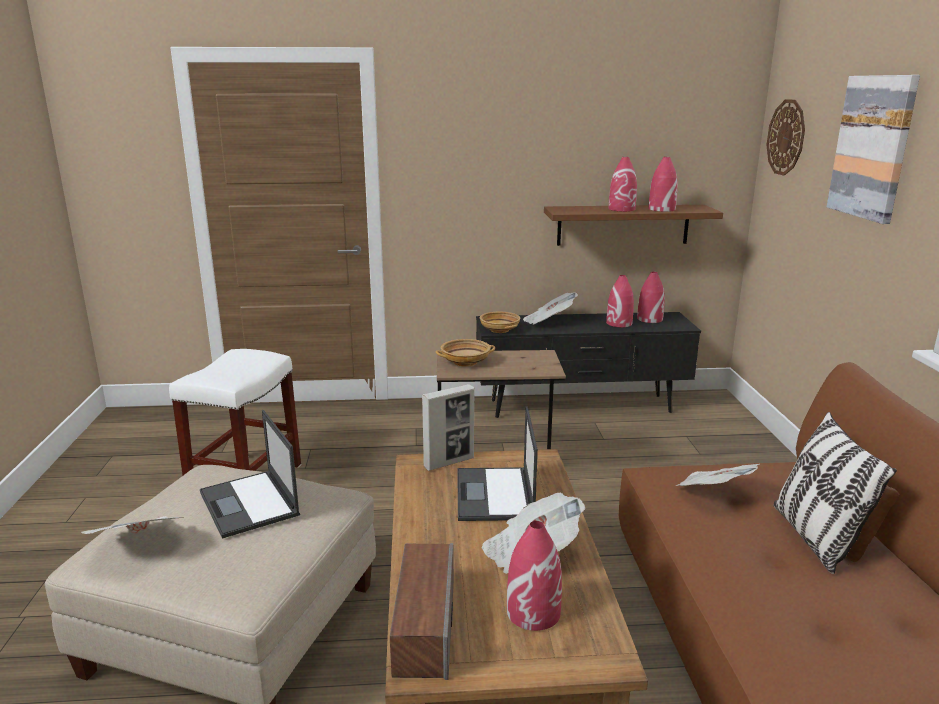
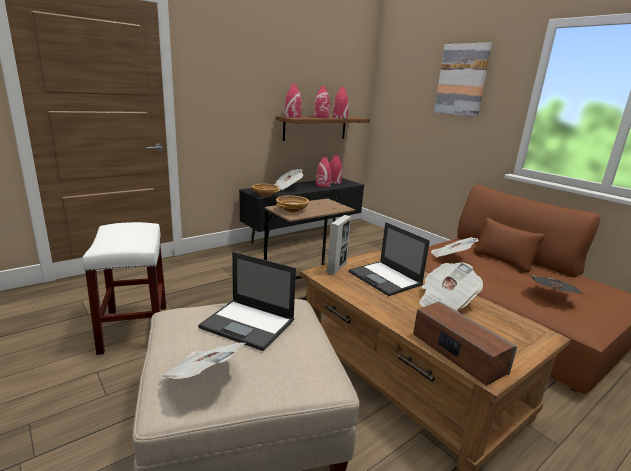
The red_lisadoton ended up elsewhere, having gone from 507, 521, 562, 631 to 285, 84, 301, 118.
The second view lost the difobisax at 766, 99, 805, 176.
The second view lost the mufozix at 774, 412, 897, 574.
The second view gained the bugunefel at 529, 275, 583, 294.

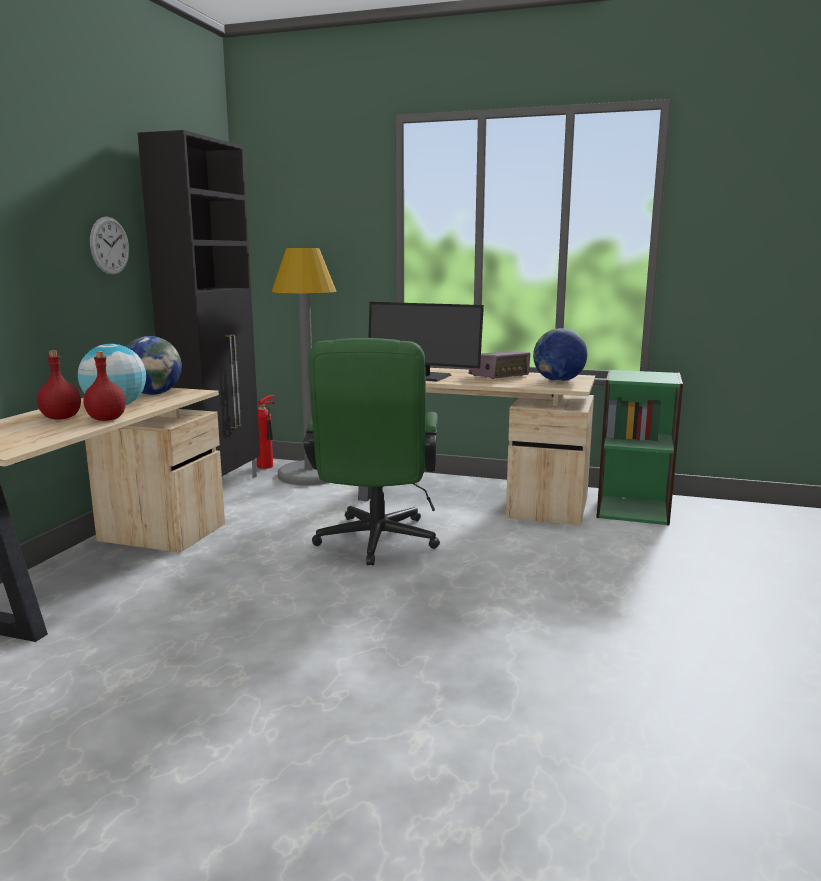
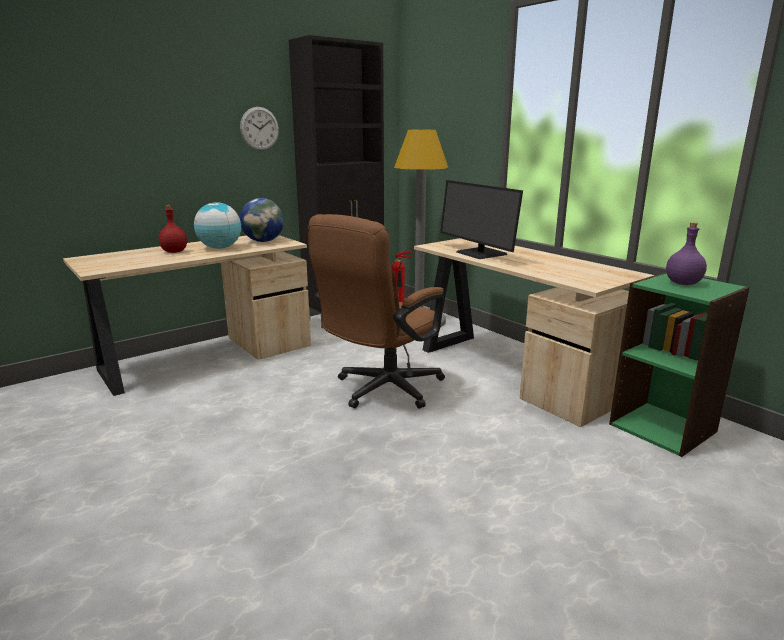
The second view lost the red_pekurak at 84, 351, 126, 421.
What was the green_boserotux at 304, 338, 440, 566 turned into the brown_boserotux at 308, 214, 445, 409.
The second view lost the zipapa at 469, 352, 530, 379.
The second view lost the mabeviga at 533, 328, 587, 382.
The second view gained the purple_pekurak at 666, 222, 707, 285.

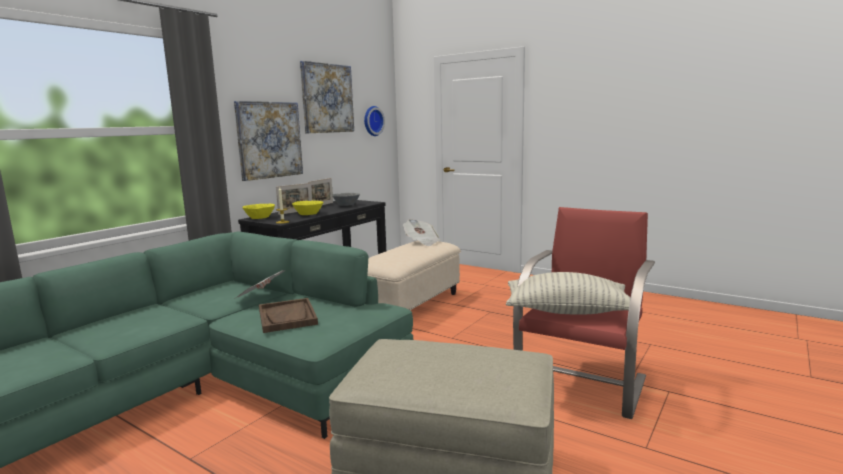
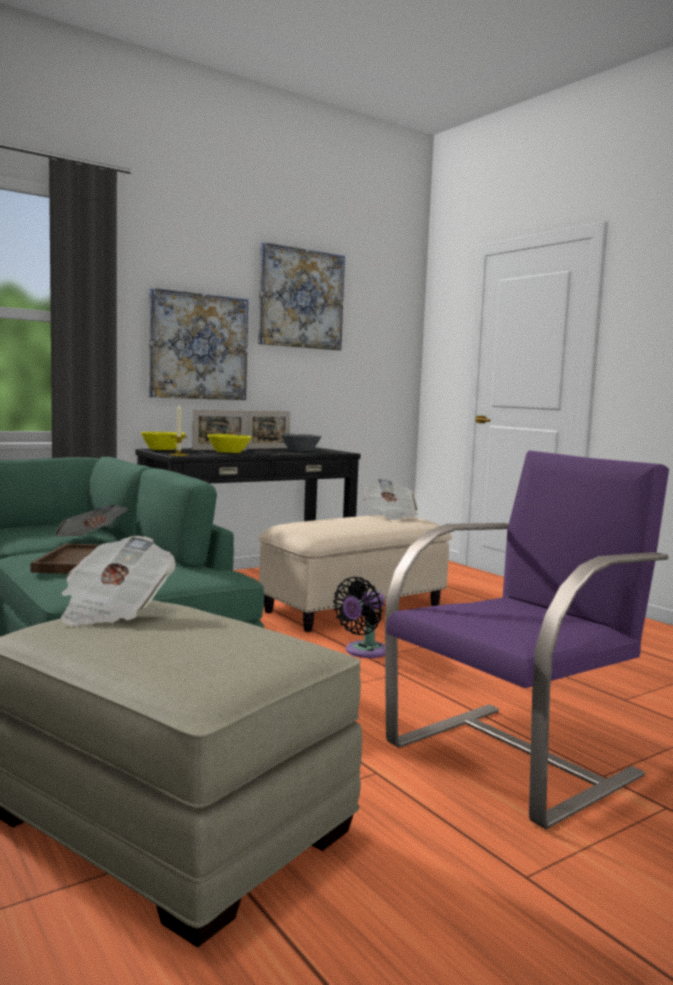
The second view lost the difobisax at 364, 106, 385, 136.
The second view lost the mufozix at 506, 272, 631, 315.
What was the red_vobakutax at 513, 207, 655, 419 turned into the purple_vobakutax at 385, 450, 669, 829.
The second view gained the bugunefel at 60, 536, 176, 626.
The second view gained the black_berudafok at 333, 577, 385, 658.

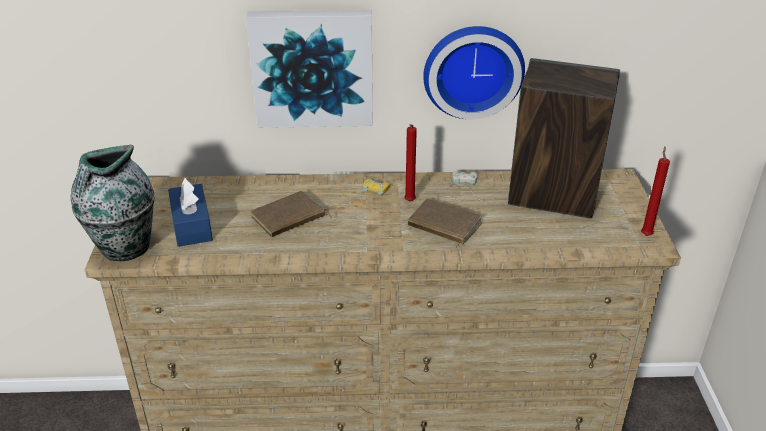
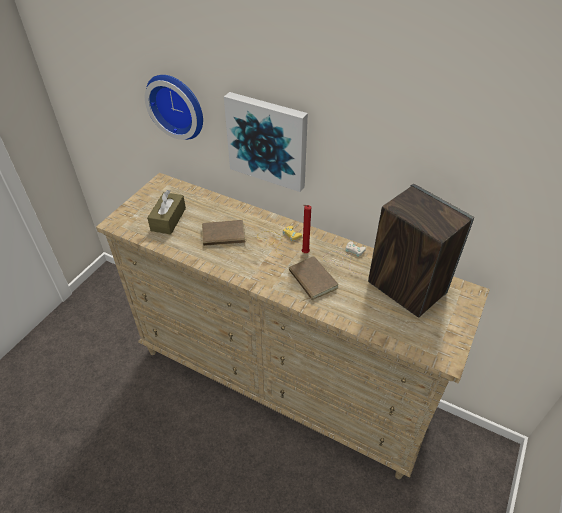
The second view lost the lisadoton at 71, 145, 154, 261.
What was the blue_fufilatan at 168, 178, 213, 247 turned into the brown_fufilatan at 147, 190, 186, 234.
The difobisax ended up elsewhere, having gone from 423, 26, 525, 119 to 145, 75, 203, 140.
The second view lost the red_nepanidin at 641, 146, 670, 236.

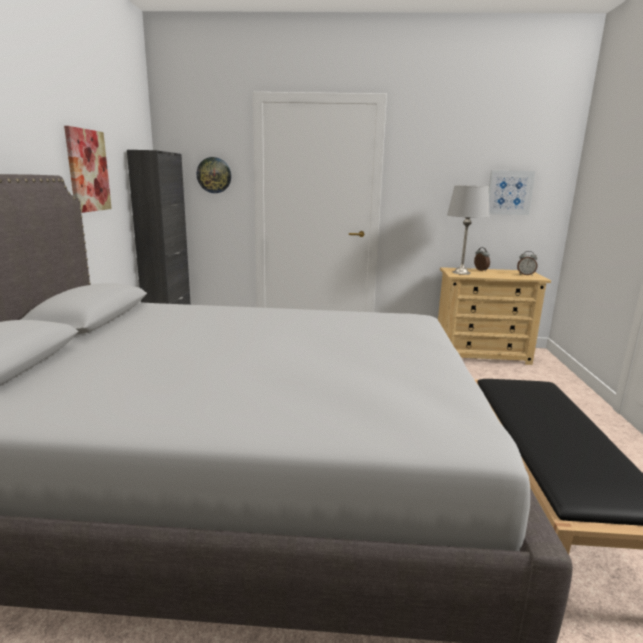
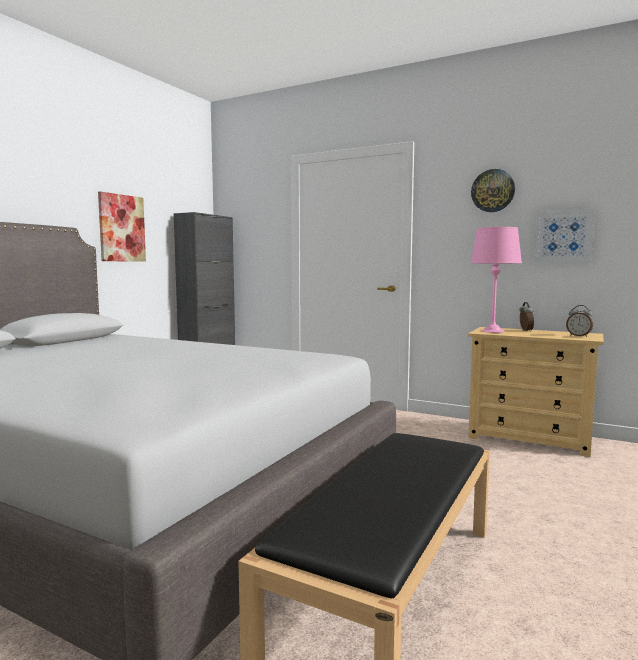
The difobisax ended up elsewhere, having gone from 197, 157, 231, 193 to 471, 169, 515, 212.
What was the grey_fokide at 447, 185, 490, 275 turned into the pink_fokide at 470, 227, 522, 333.

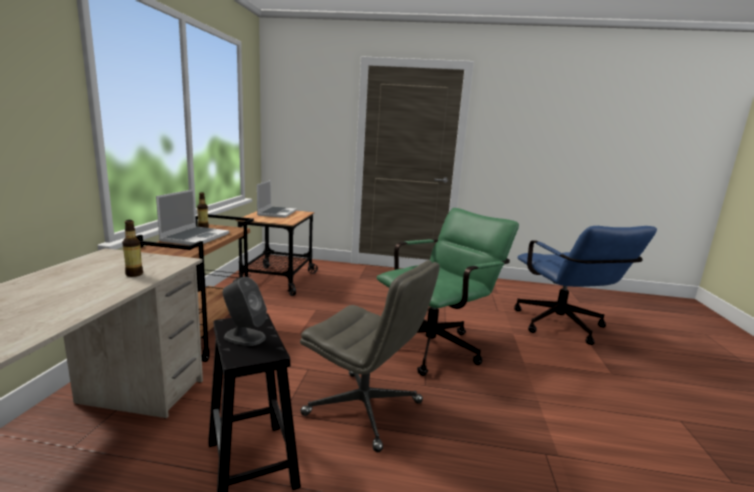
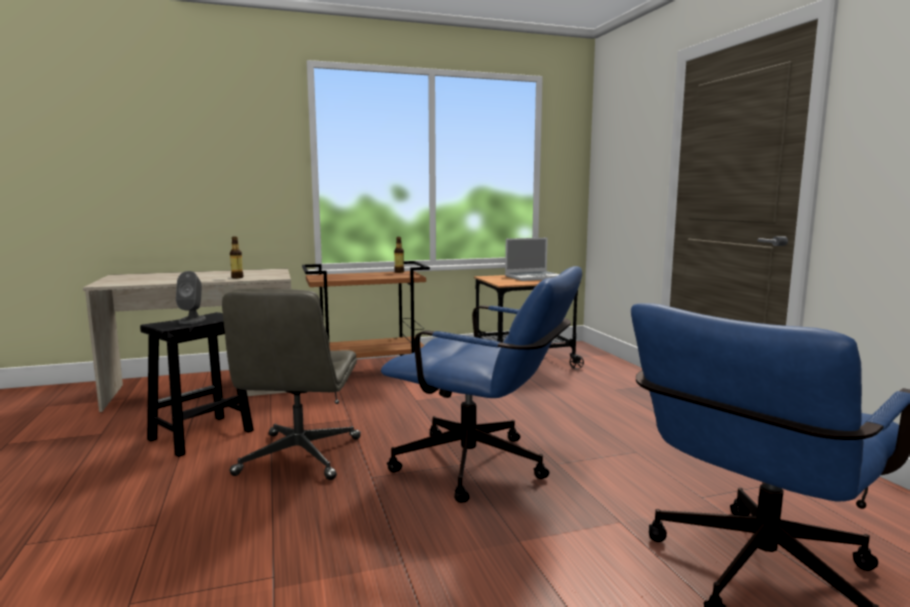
The second view lost the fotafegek at 156, 189, 229, 245.
What was the green_boserotux at 377, 208, 519, 376 turned into the blue_boserotux at 381, 266, 582, 503.

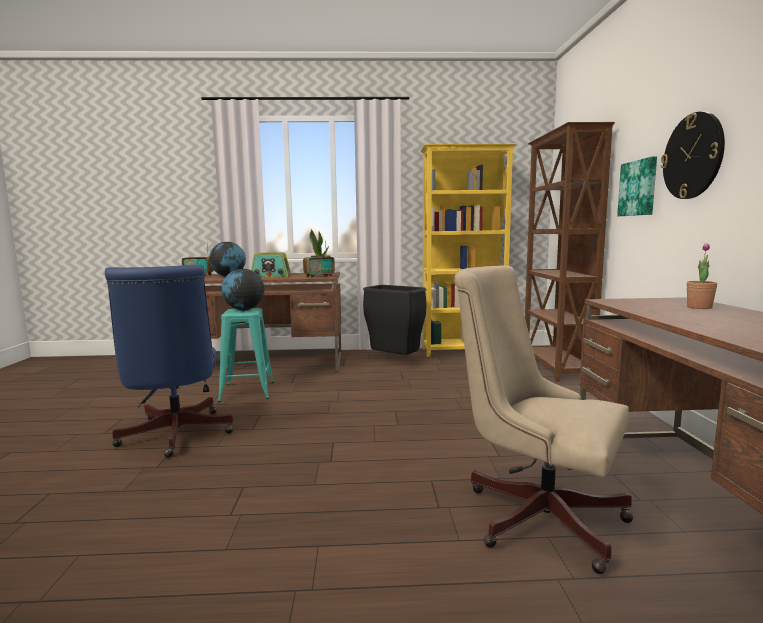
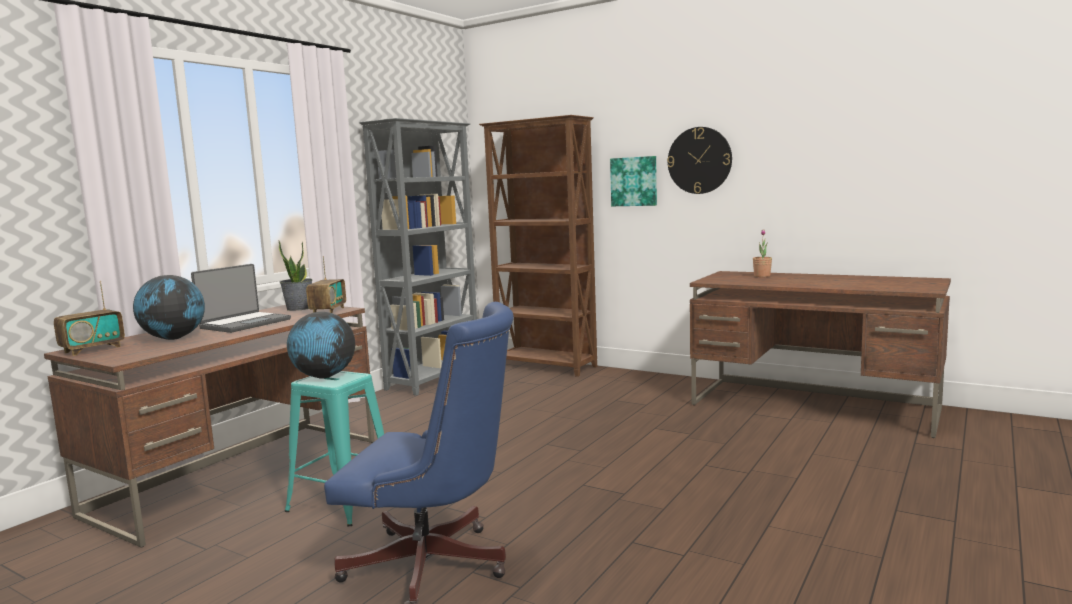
Where the zipapa stood at 251, 252, 291, 277, the fotafegek came to stand at 191, 264, 291, 333.
The second view lost the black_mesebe at 363, 285, 427, 355.
What was the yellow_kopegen at 420, 144, 517, 357 turned into the grey_kopegen at 359, 118, 477, 396.
The second view lost the beige_boserotux at 454, 265, 633, 574.

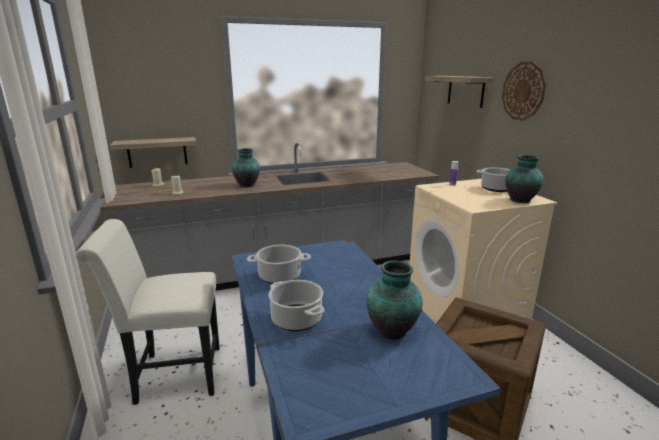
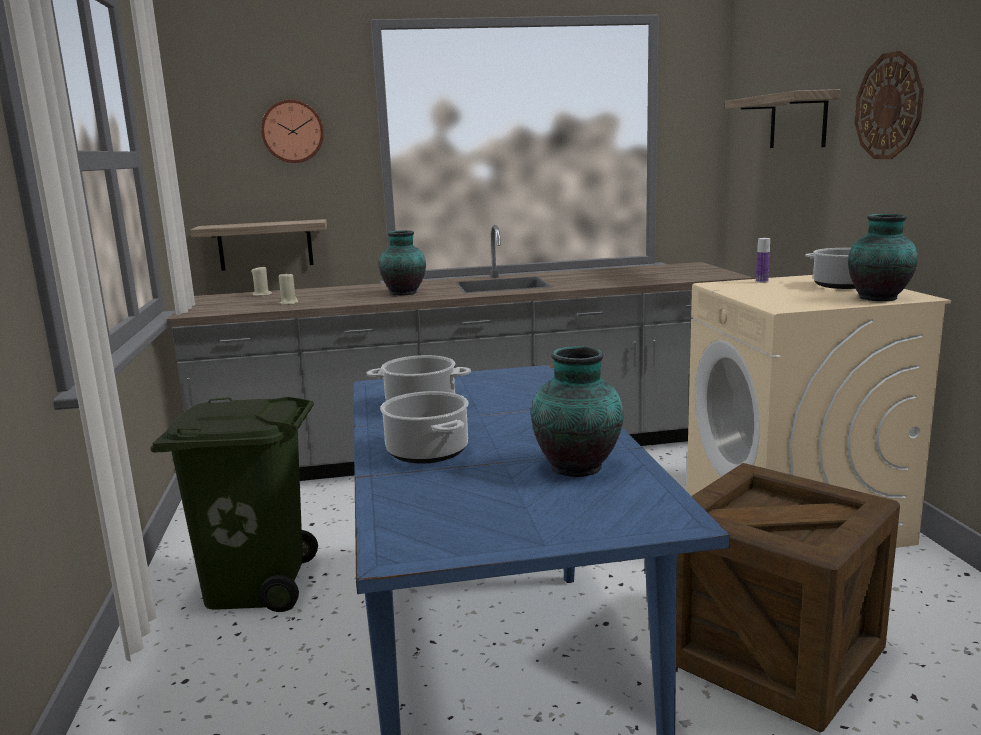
Where the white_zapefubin stood at 76, 219, 220, 405, the green_mesebe came to stand at 150, 397, 318, 612.
The second view gained the difobisax at 261, 100, 324, 163.

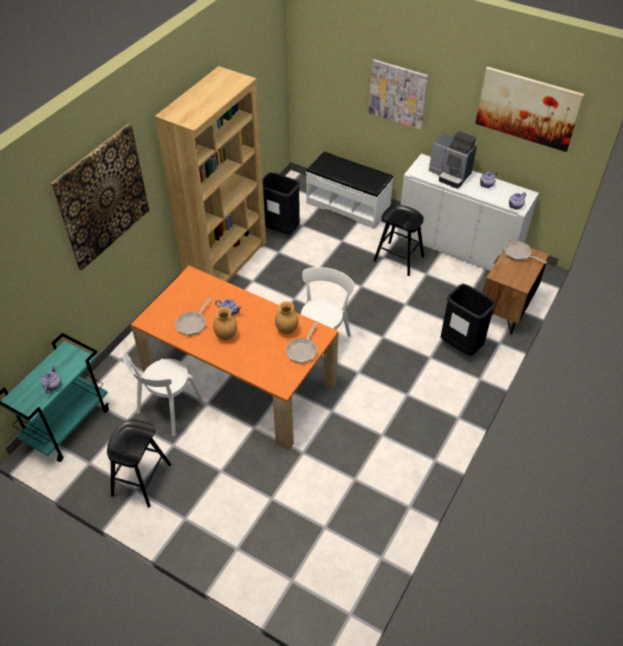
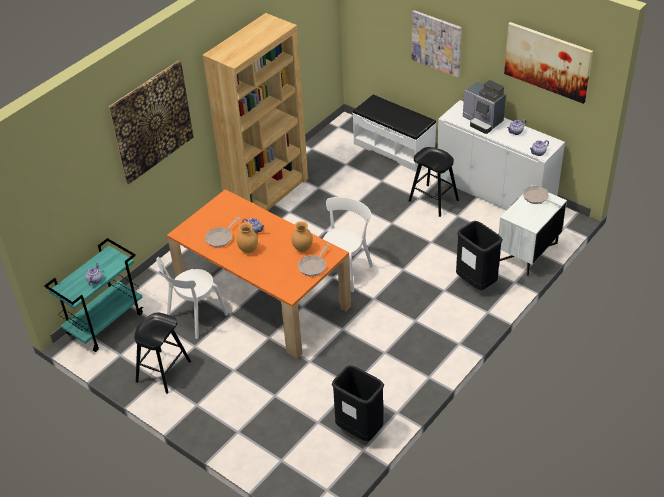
The black_mesebe ended up elsewhere, having gone from 263, 172, 300, 235 to 332, 365, 384, 441.
What was the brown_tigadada at 483, 240, 549, 335 turned into the white_tigadada at 499, 185, 567, 276.

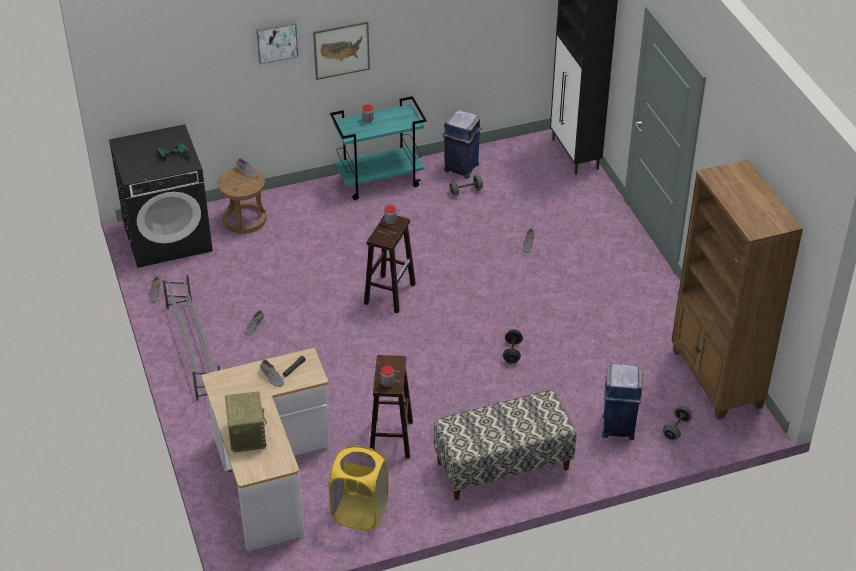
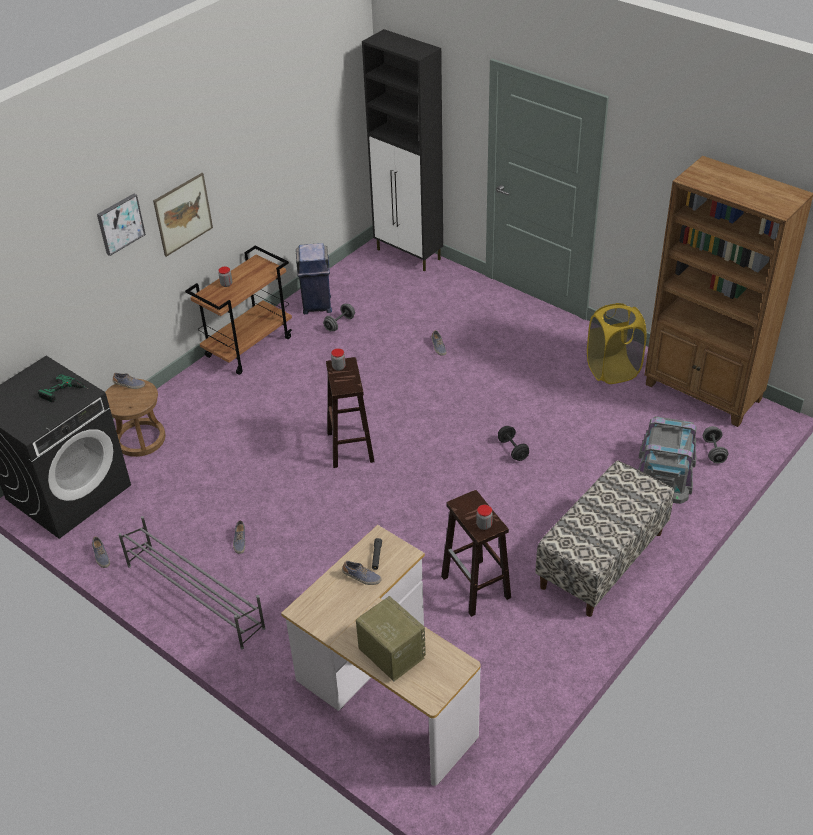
The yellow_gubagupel ended up elsewhere, having gone from 329, 445, 389, 531 to 587, 303, 647, 384.
What was the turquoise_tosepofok at 330, 96, 427, 200 turned into the brown_tosepofok at 185, 246, 292, 375.
Where the blue_mesebe stood at 602, 364, 642, 440, the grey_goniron came to stand at 638, 416, 697, 504.

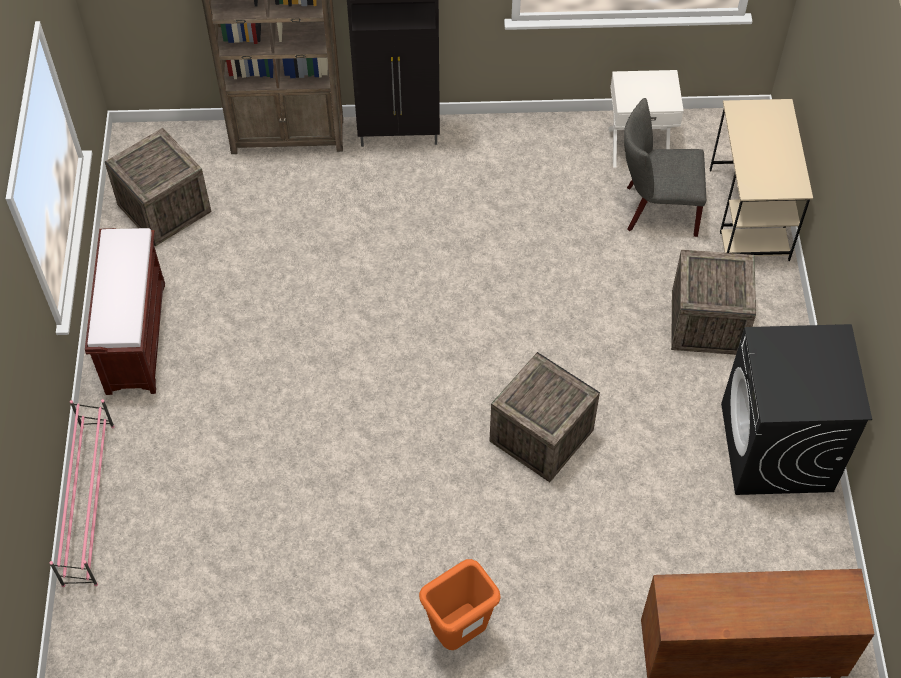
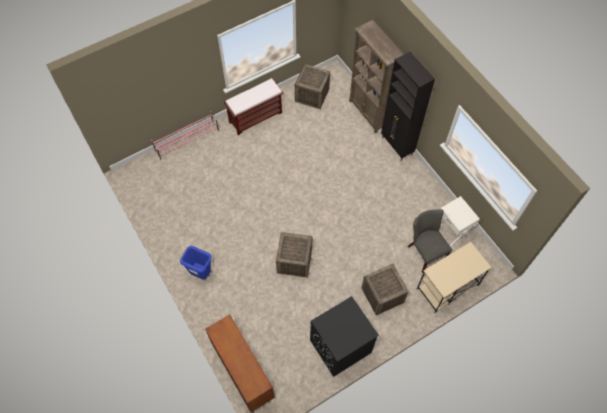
What was the orange_mesebe at 419, 559, 501, 650 turned into the blue_mesebe at 180, 246, 212, 280.

